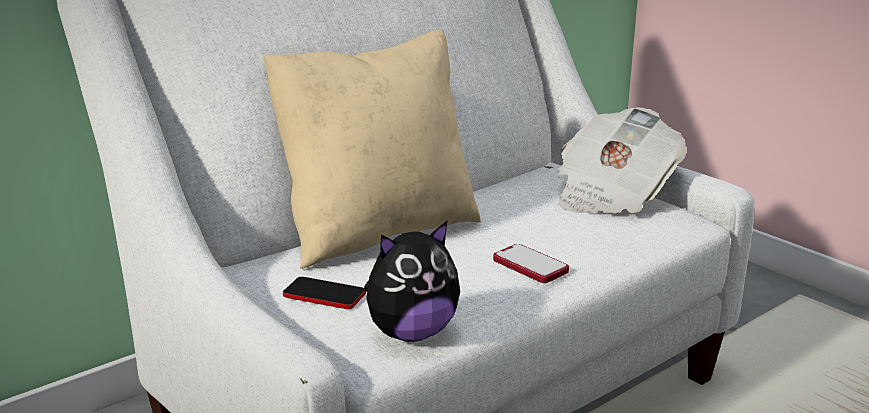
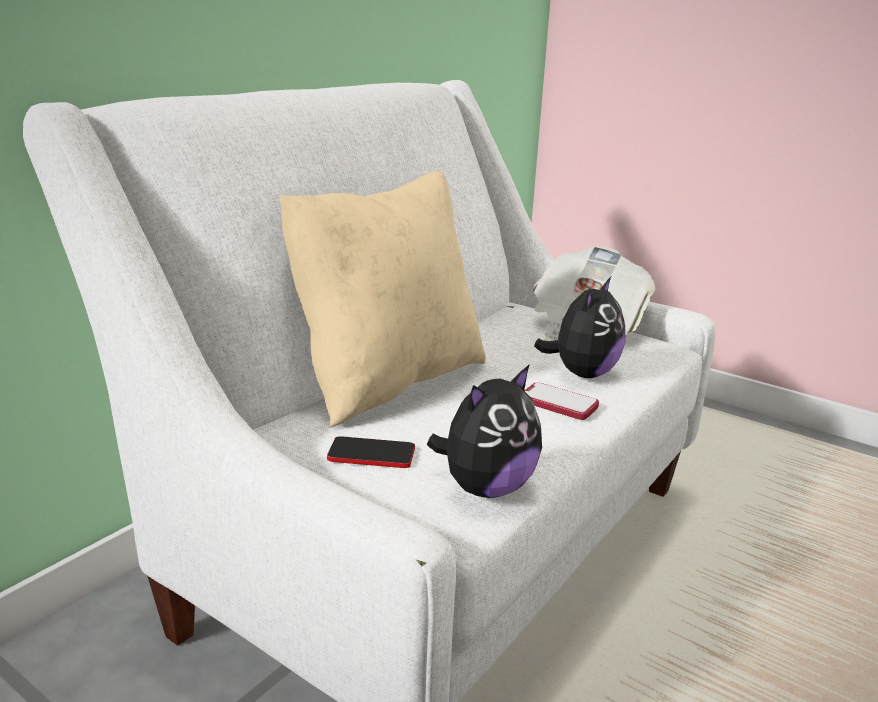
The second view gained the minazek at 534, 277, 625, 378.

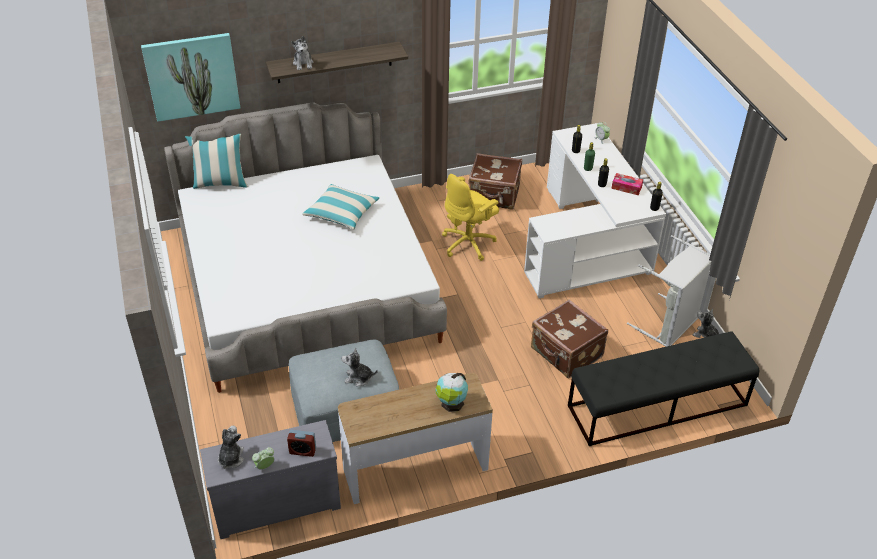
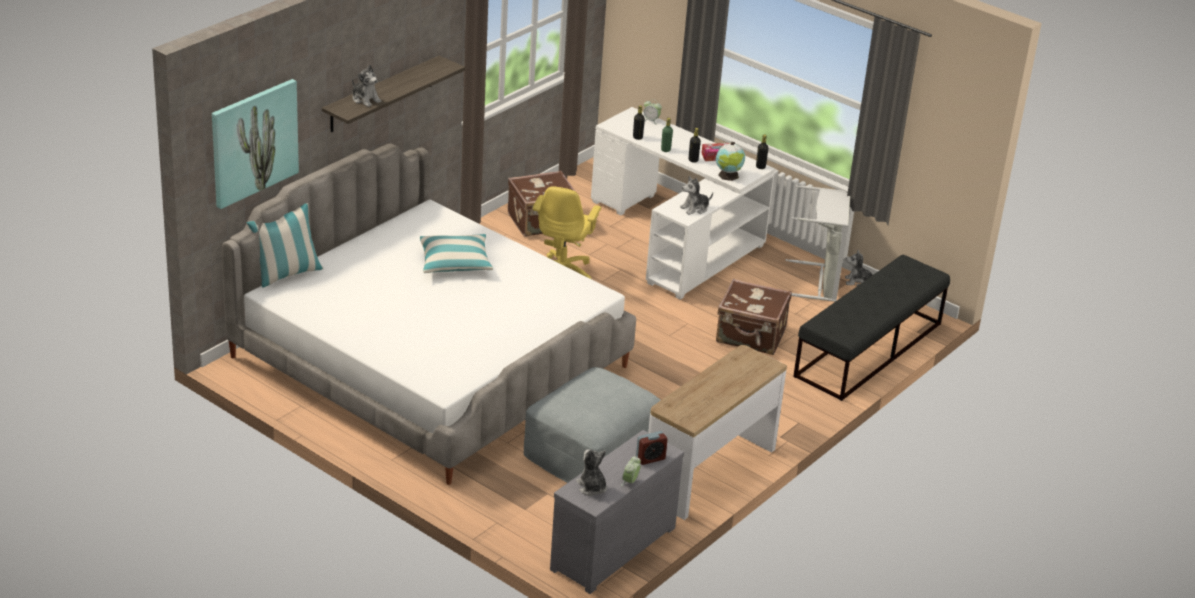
The minazek ended up elsewhere, having gone from 342, 347, 378, 387 to 680, 176, 713, 215.
The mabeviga ended up elsewhere, having gone from 435, 373, 468, 412 to 716, 142, 745, 181.

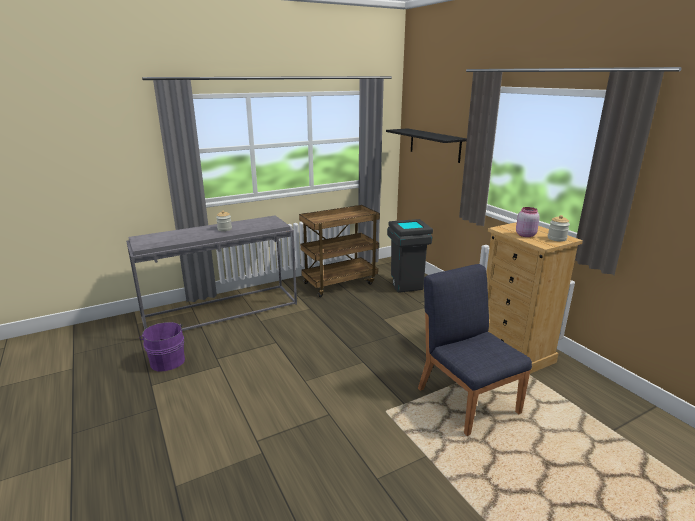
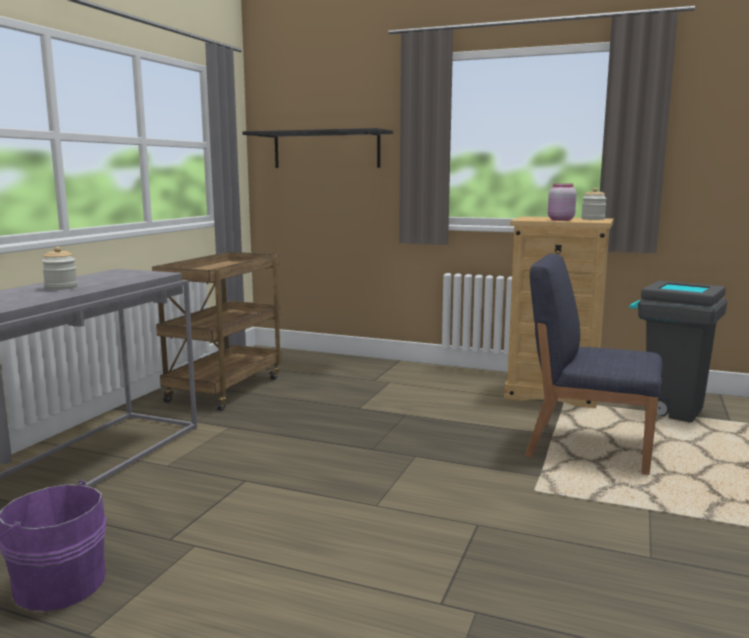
The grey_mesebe ended up elsewhere, having gone from 387, 219, 433, 293 to 629, 281, 727, 423.

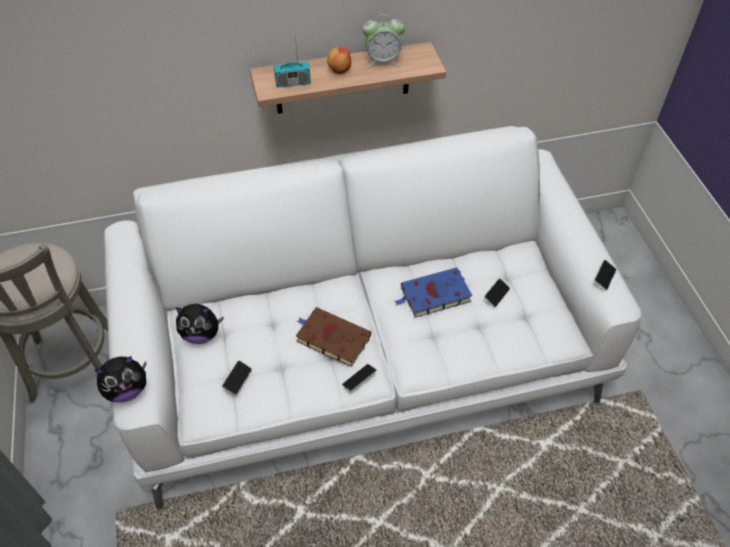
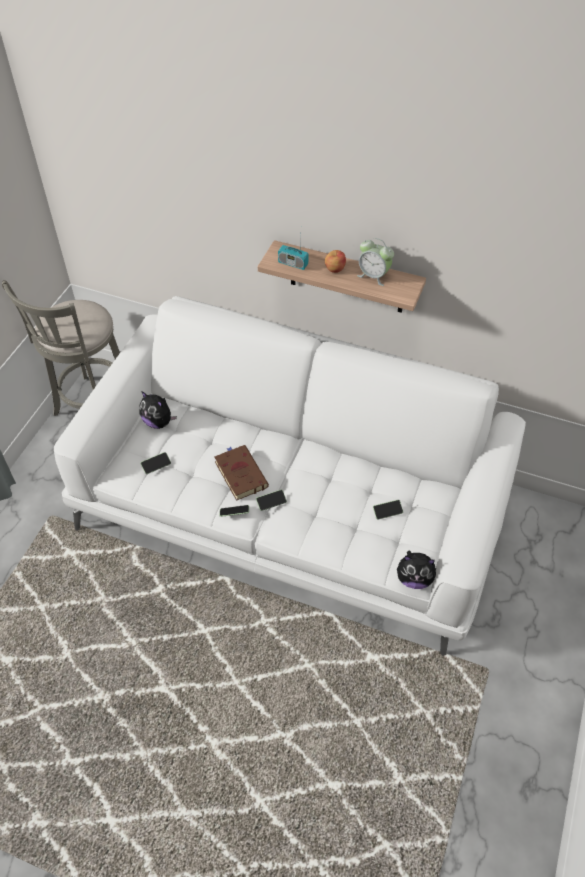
The minazek ended up elsewhere, having gone from 95, 356, 146, 403 to 397, 551, 437, 589.
The second view lost the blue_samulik at 394, 268, 472, 318.
The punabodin ended up elsewhere, having gone from 594, 260, 616, 290 to 256, 490, 287, 511.

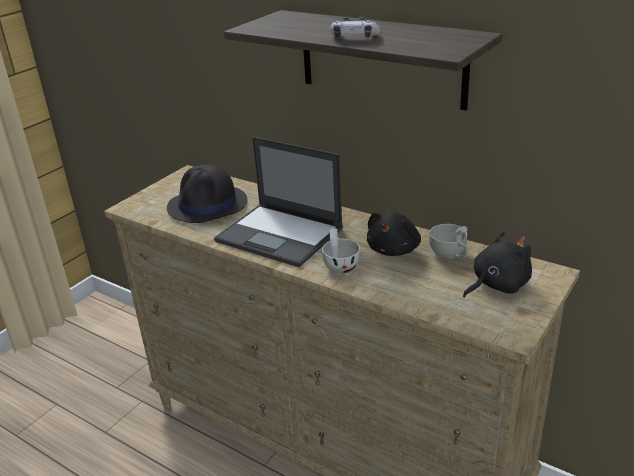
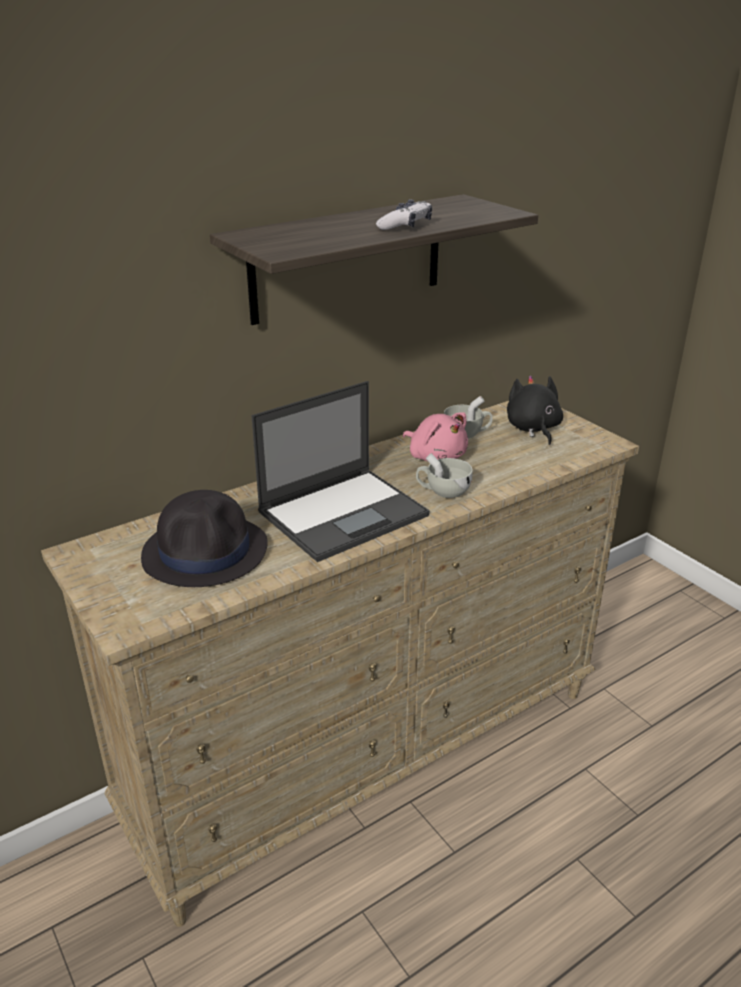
What was the black_minazek at 367, 212, 421, 256 turned into the pink_minazek at 403, 412, 468, 461.

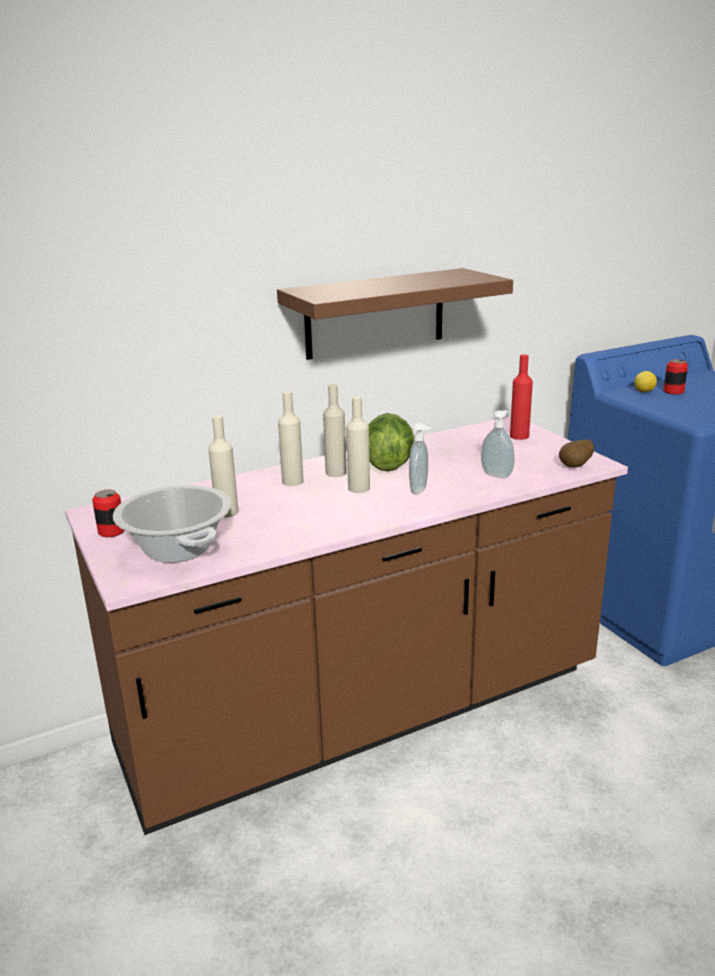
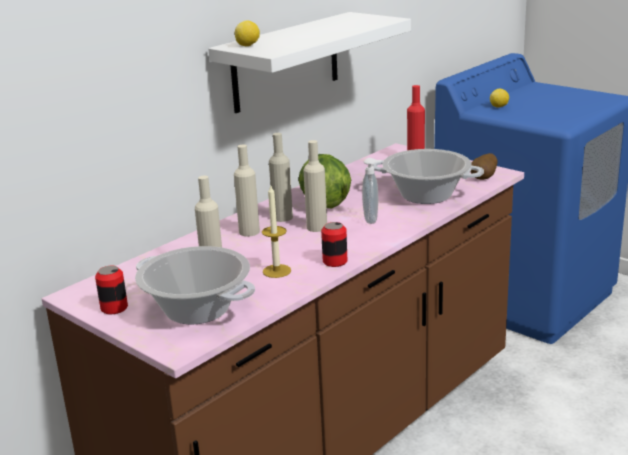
What was the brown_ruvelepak at 277, 268, 513, 360 turned into the white_ruvelepak at 208, 12, 411, 113.
Where the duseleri stood at 481, 410, 515, 478, the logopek came to stand at 371, 149, 484, 204.
The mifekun ended up elsewhere, having gone from 663, 359, 688, 395 to 321, 222, 348, 267.
The second view gained the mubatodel at 235, 20, 260, 46.
The second view gained the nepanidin at 262, 186, 291, 278.

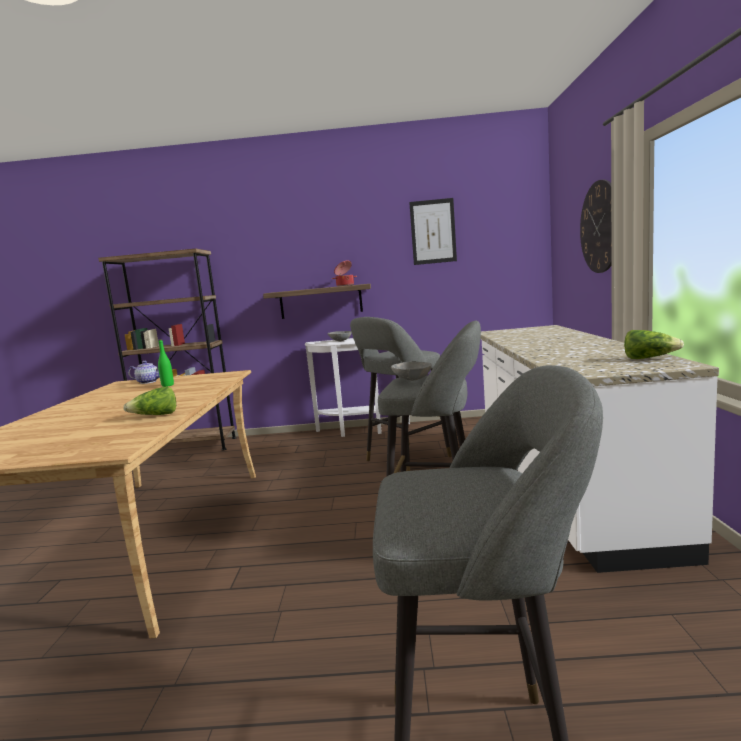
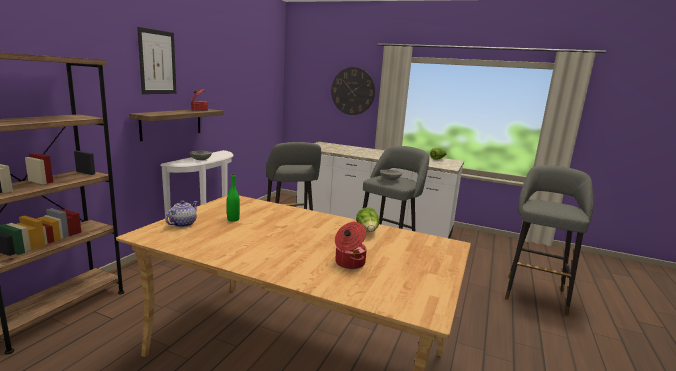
The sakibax ended up elsewhere, having gone from 409, 198, 457, 265 to 137, 27, 177, 94.
The second view gained the logopek at 335, 222, 367, 269.

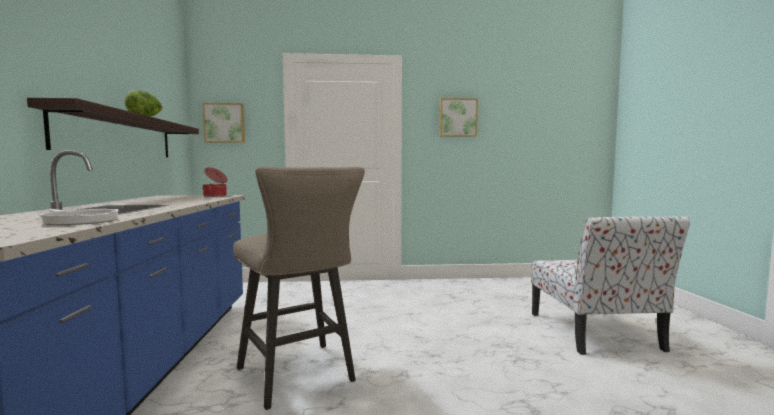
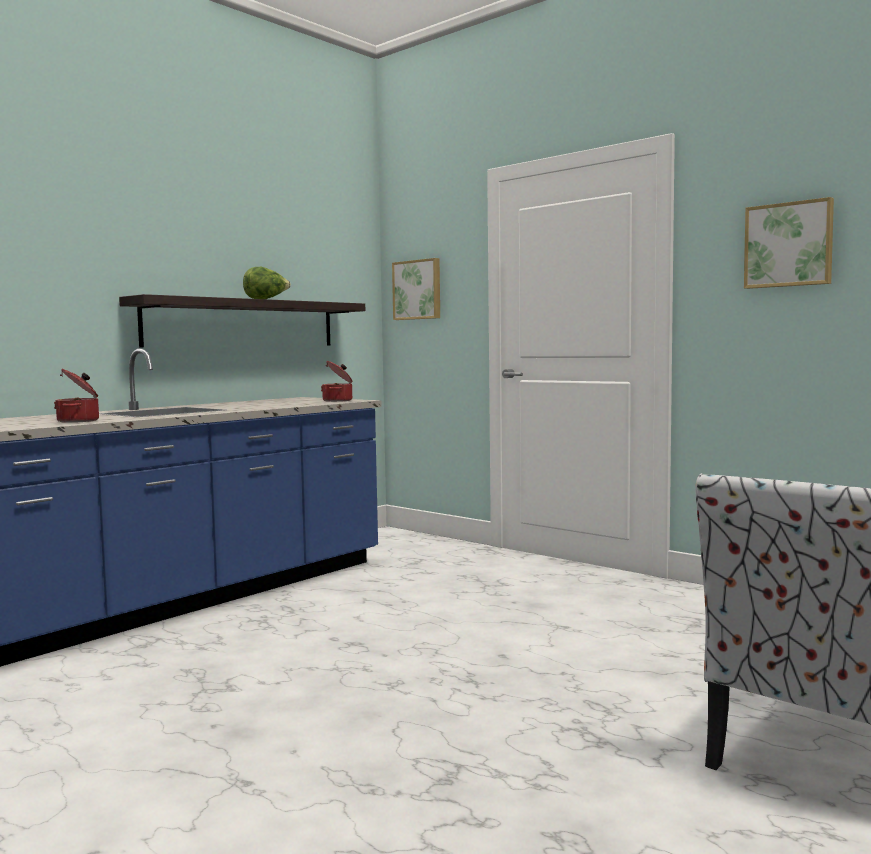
Where the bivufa stood at 39, 209, 119, 225, the logopek came to stand at 54, 369, 99, 423.
The second view lost the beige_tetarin at 233, 166, 365, 410.

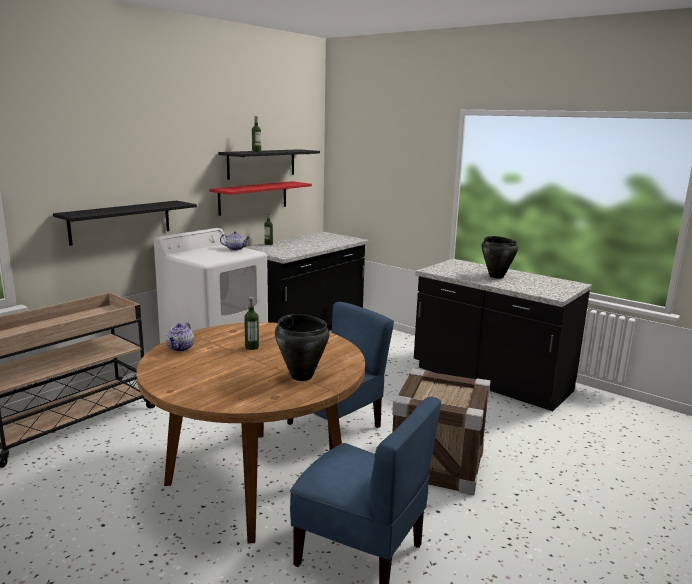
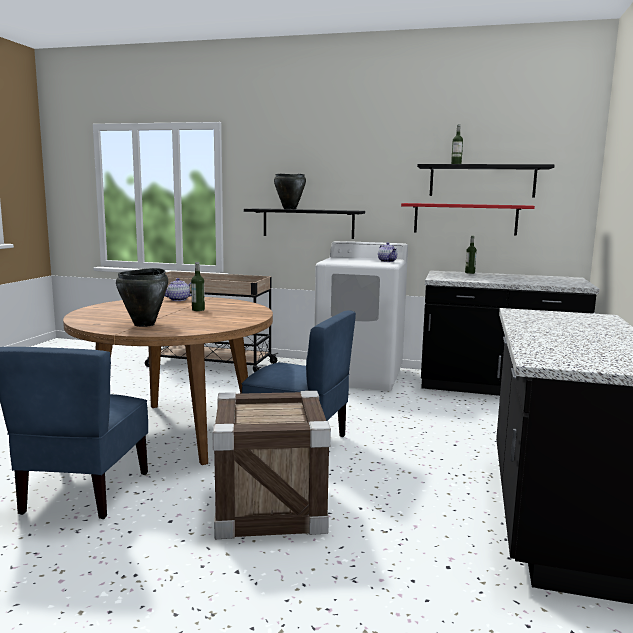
The black_logopek ended up elsewhere, having gone from 482, 236, 518, 278 to 274, 174, 306, 209.

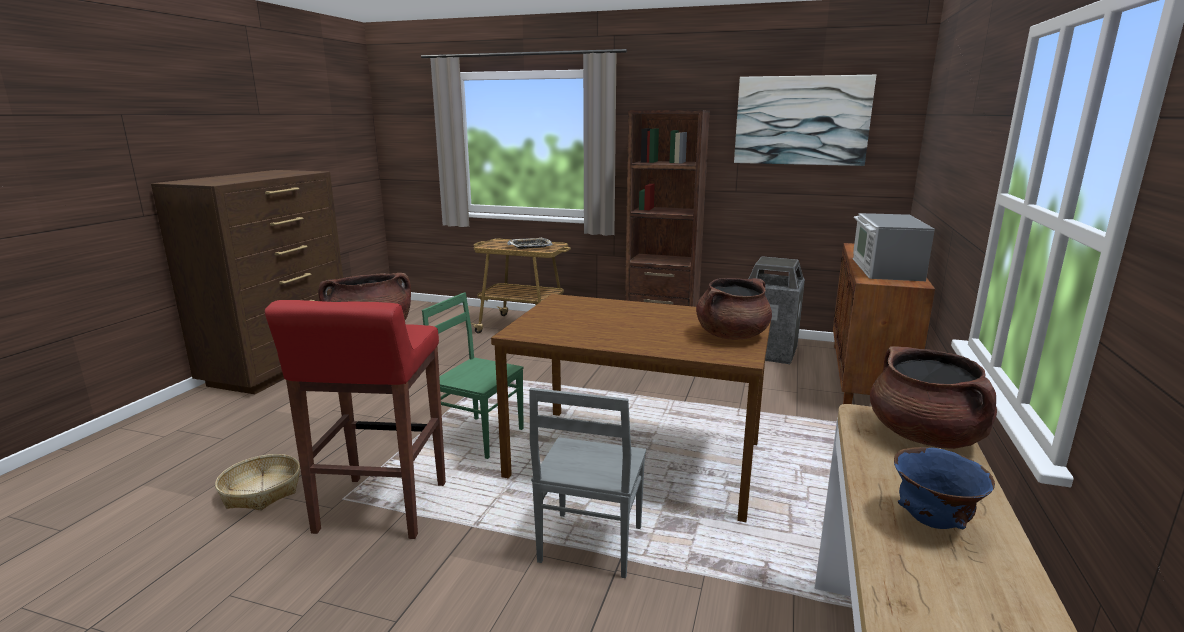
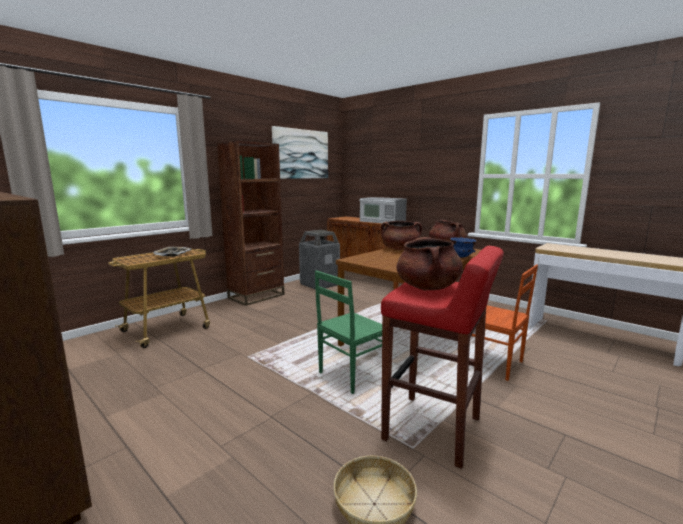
What was the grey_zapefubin at 529, 388, 646, 578 turned into the brown_zapefubin at 471, 264, 538, 381.
The brown_logopek ended up elsewhere, having gone from 870, 347, 997, 449 to 381, 221, 422, 250.
The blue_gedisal ended up elsewhere, having gone from 894, 447, 995, 529 to 450, 237, 477, 258.

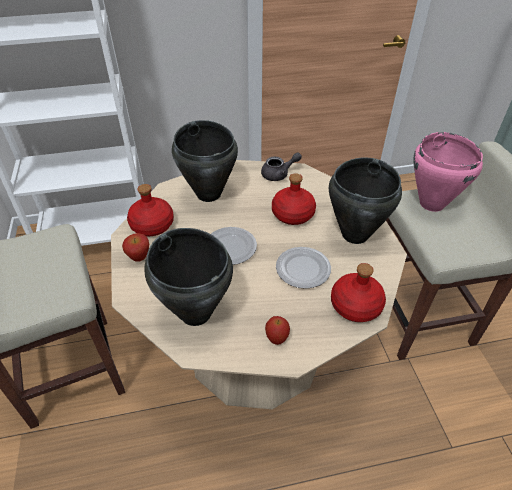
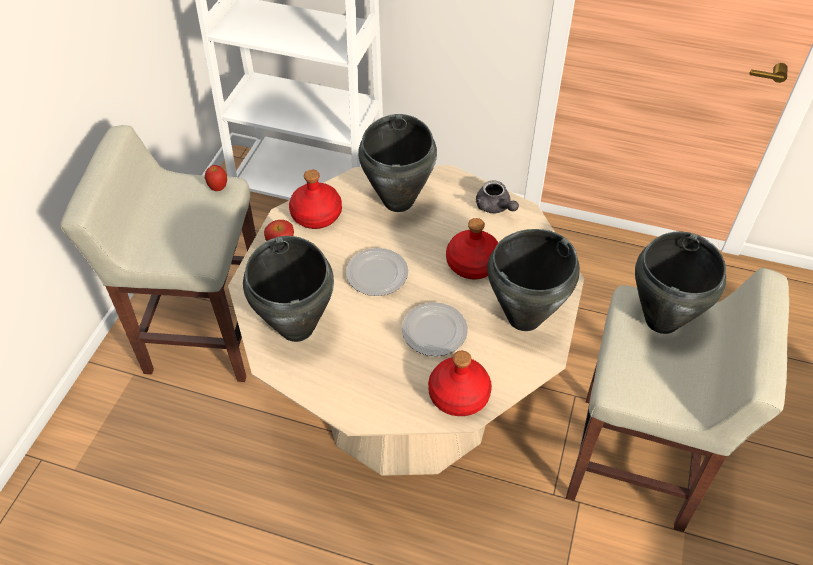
The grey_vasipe at 261, 152, 302, 181 ended up facing another way, 45 degrees clockwise from before.
The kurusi ended up elsewhere, having gone from 265, 316, 290, 345 to 205, 165, 227, 191.
What was the pink_logopek at 413, 132, 483, 212 turned into the black_logopek at 635, 232, 726, 334.

